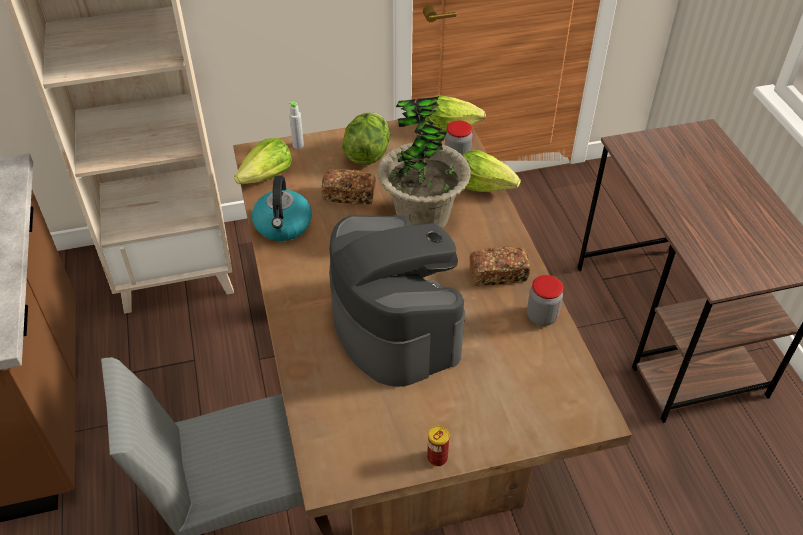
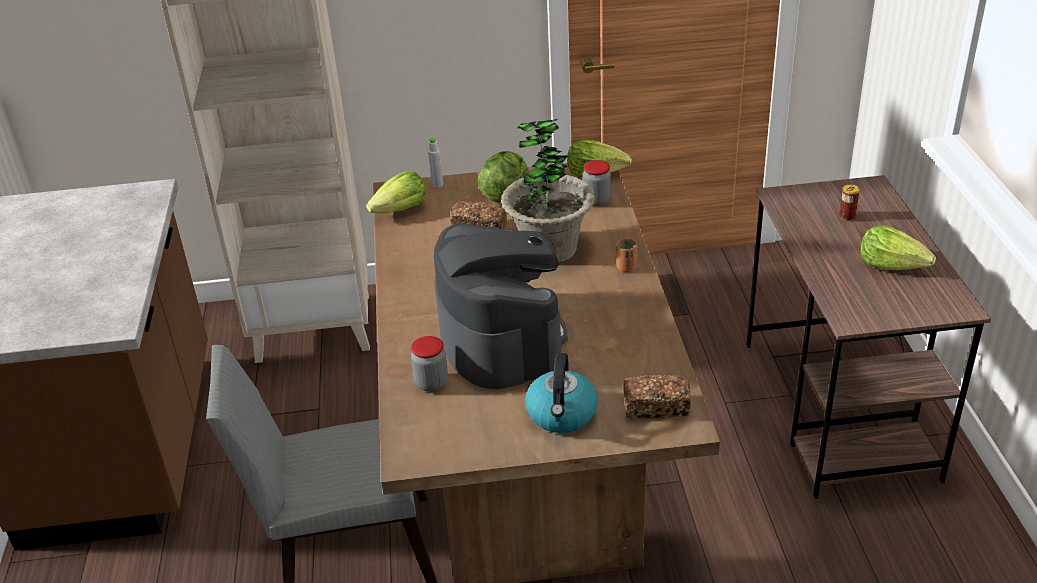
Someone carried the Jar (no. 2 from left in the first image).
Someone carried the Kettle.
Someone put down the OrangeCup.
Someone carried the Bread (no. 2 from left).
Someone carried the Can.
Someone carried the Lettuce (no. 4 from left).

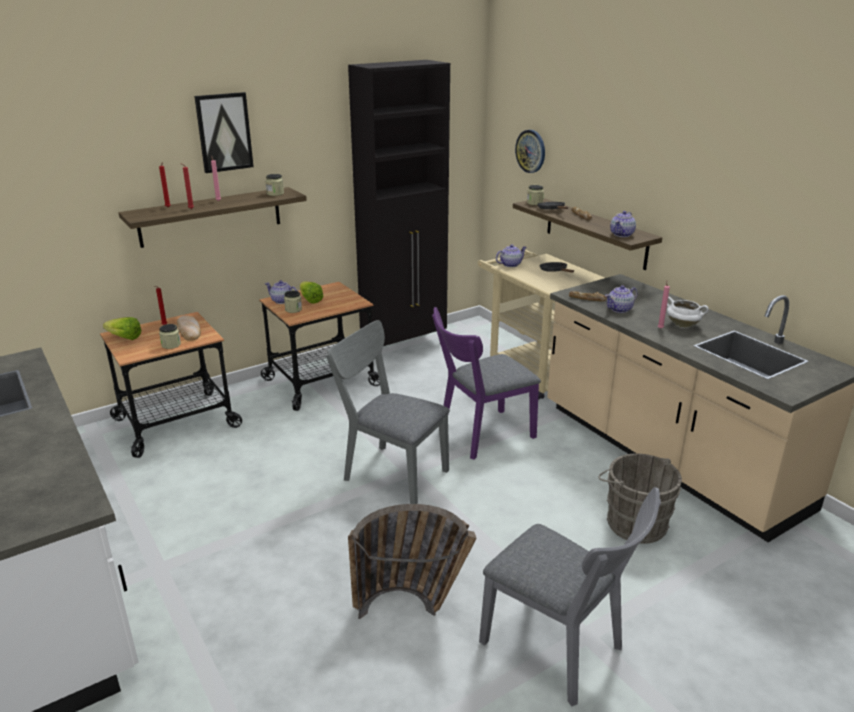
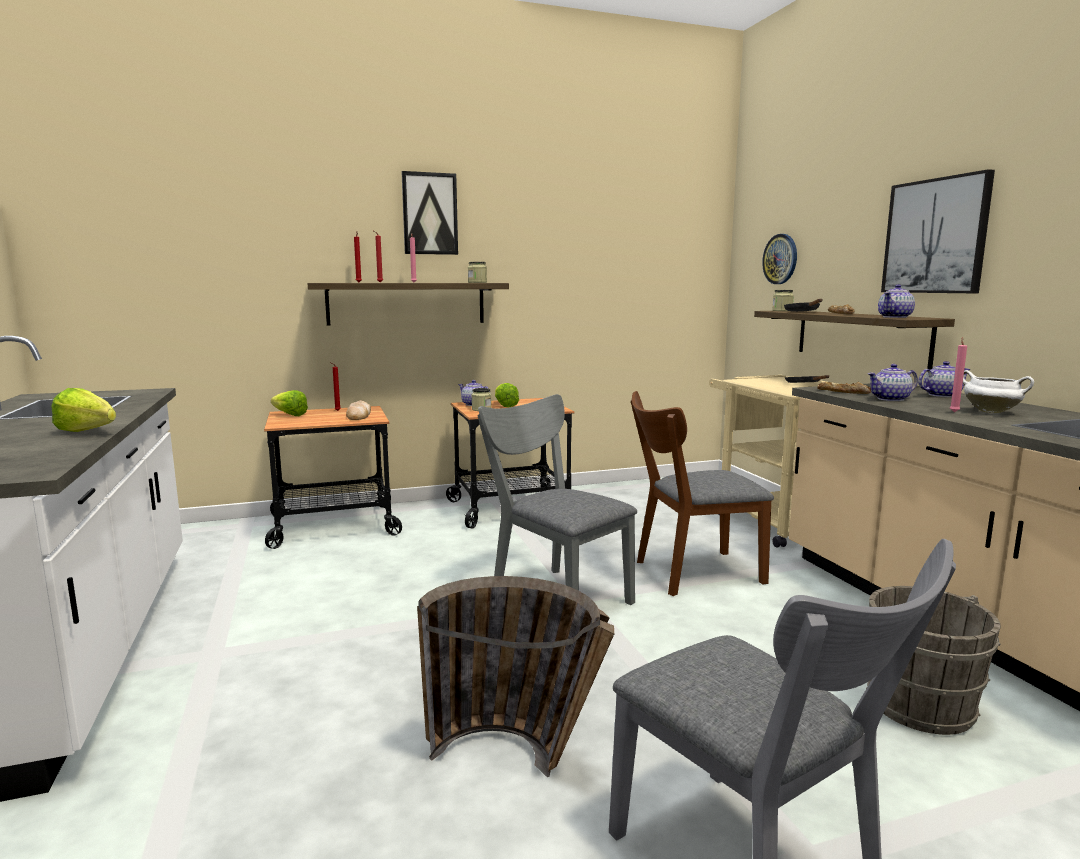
Someone put down the Lettuce (no. 1 from left).
Someone repainted the PurpleChair, which became the BrownChair.
Someone put up the Picture (no. 2 from left).
Someone carried the Teapot (no. 2 from left in the first image).
Someone took away the Jar (no. 1 from left).
Someone took away the BlackCabinet.

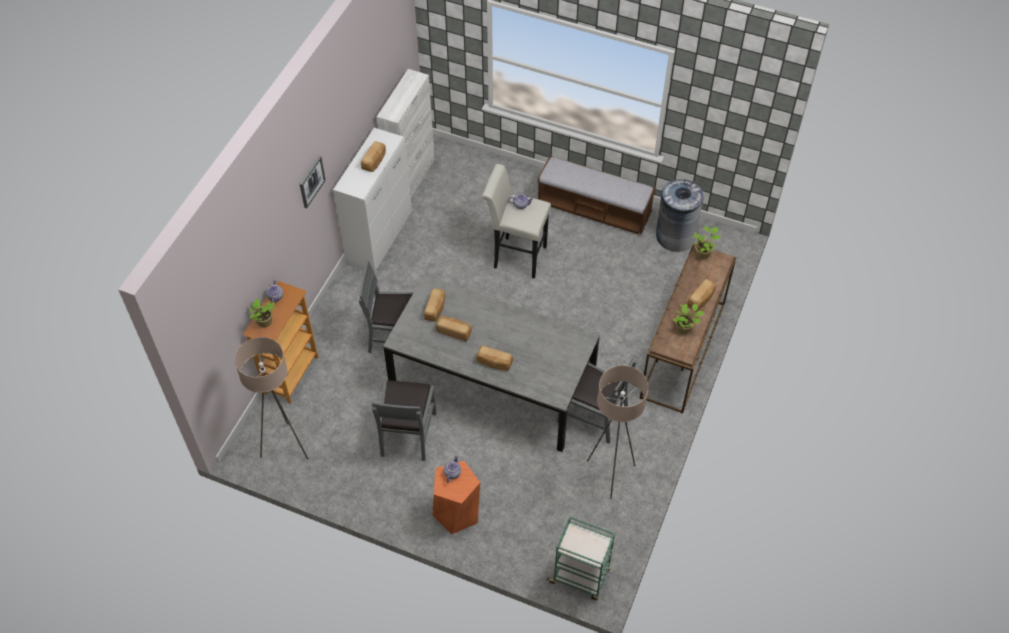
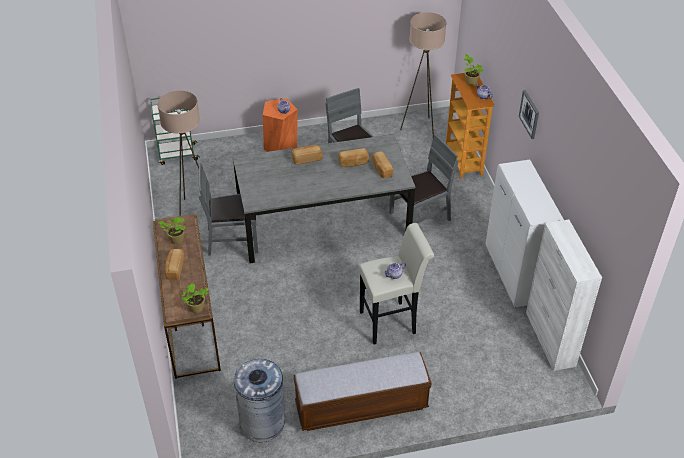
Someone took away the Bread (no. 1 from left).

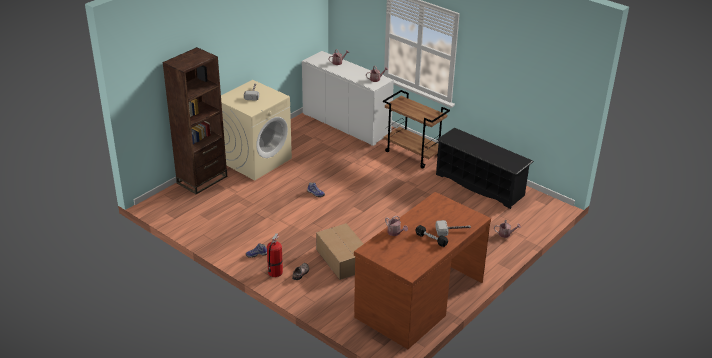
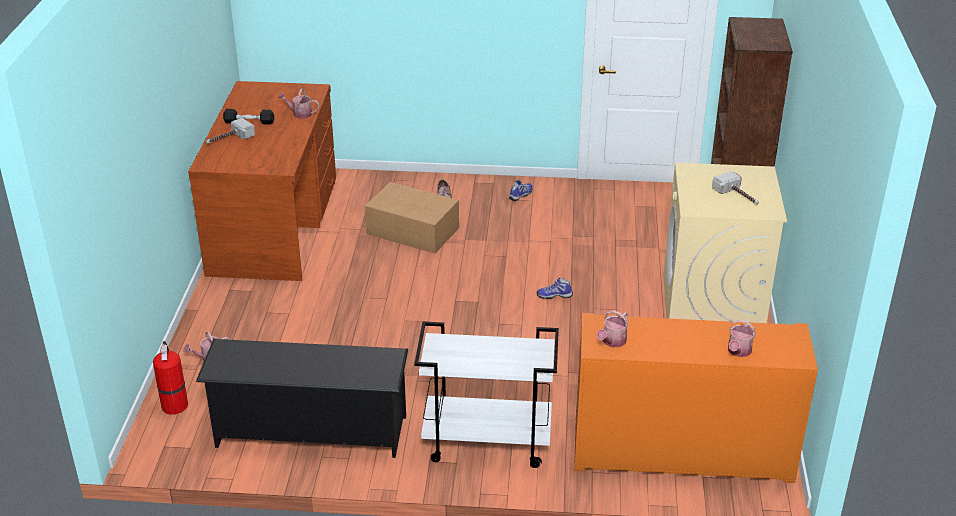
Someone carried the FireExtinguisher.
Someone repainted the BrownCart, which became the WhiteCart.
Someone repainted the WhiteCabinet, which became the OrangeCabinet.

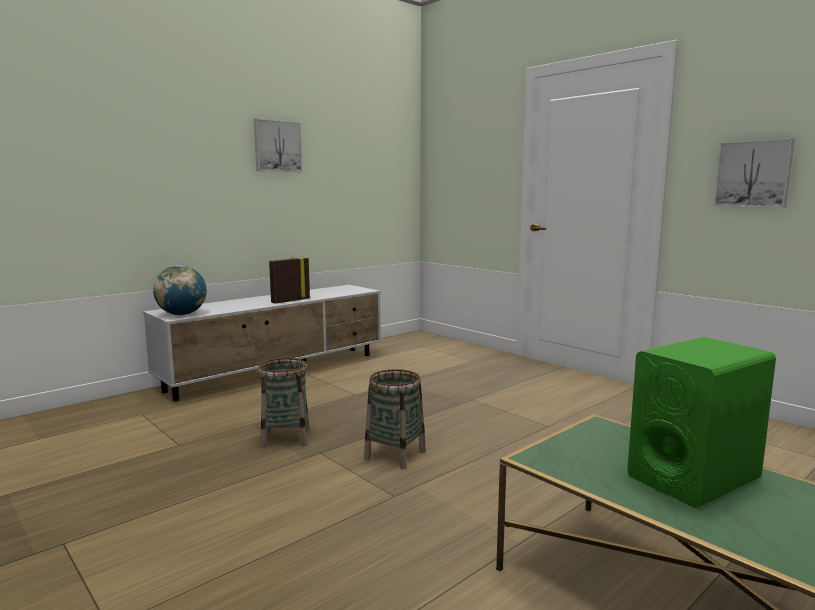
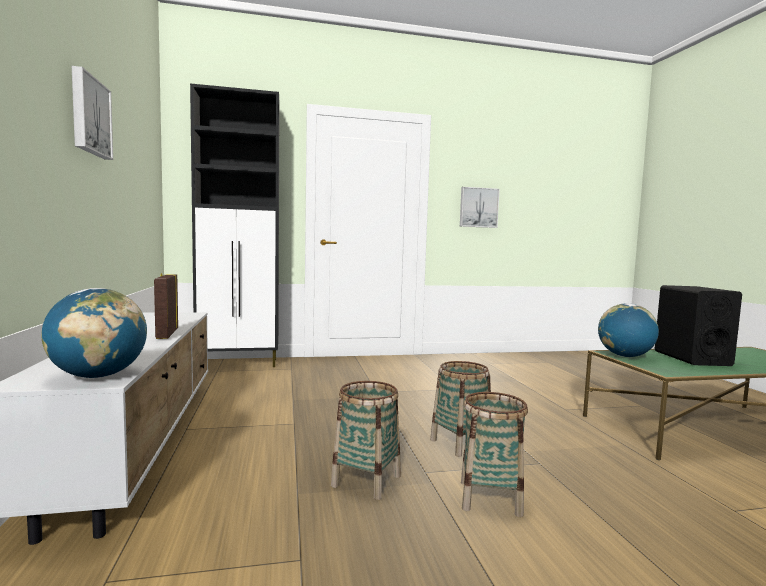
Someone put down the BlackCabinet.
Someone put down the Basket (no. 3 from left).
Someone put down the Globe (no. 2 from left).
Someone repainted the GreenSpeaker, which became the BlackSpeaker.

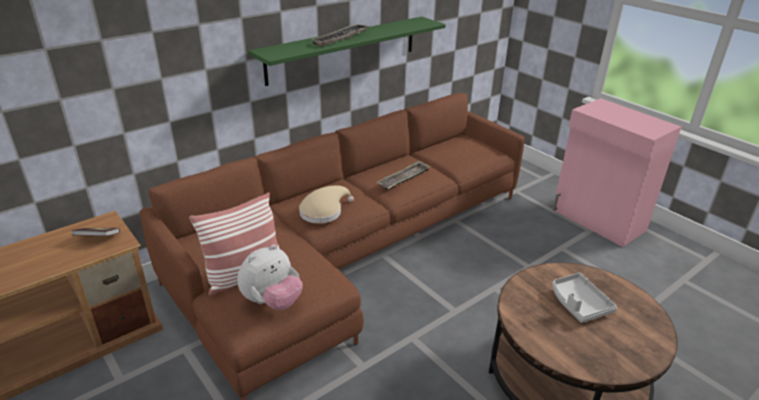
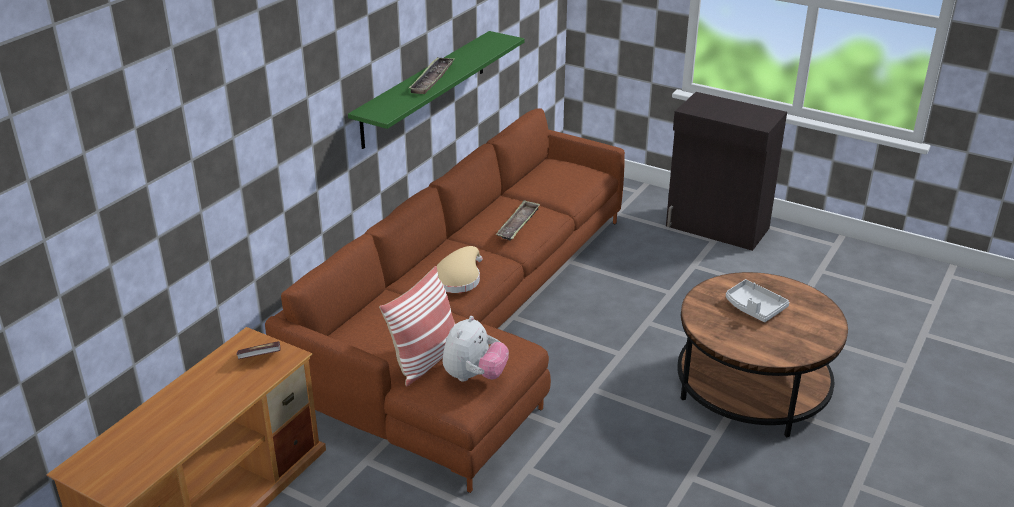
Someone repainted the PinkCabinet, which became the BlackCabinet.

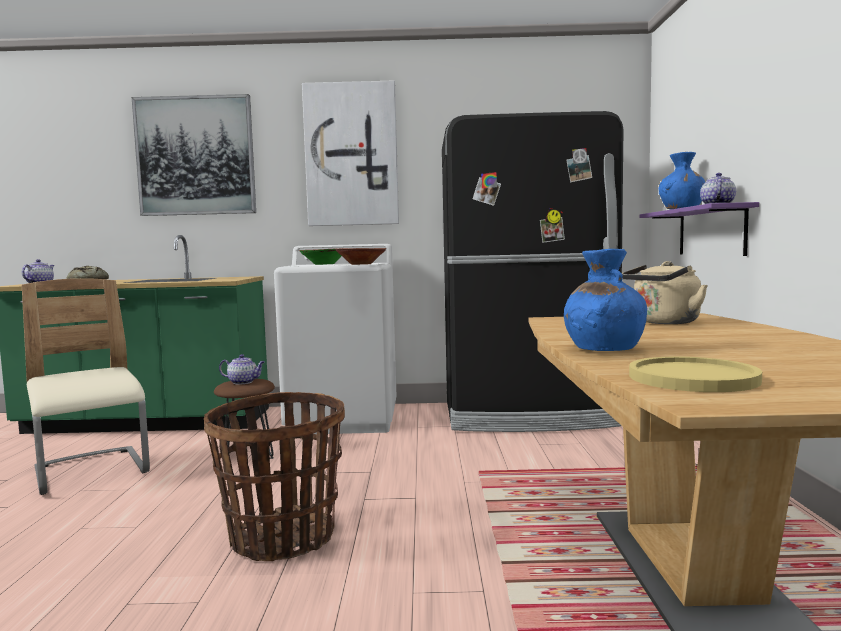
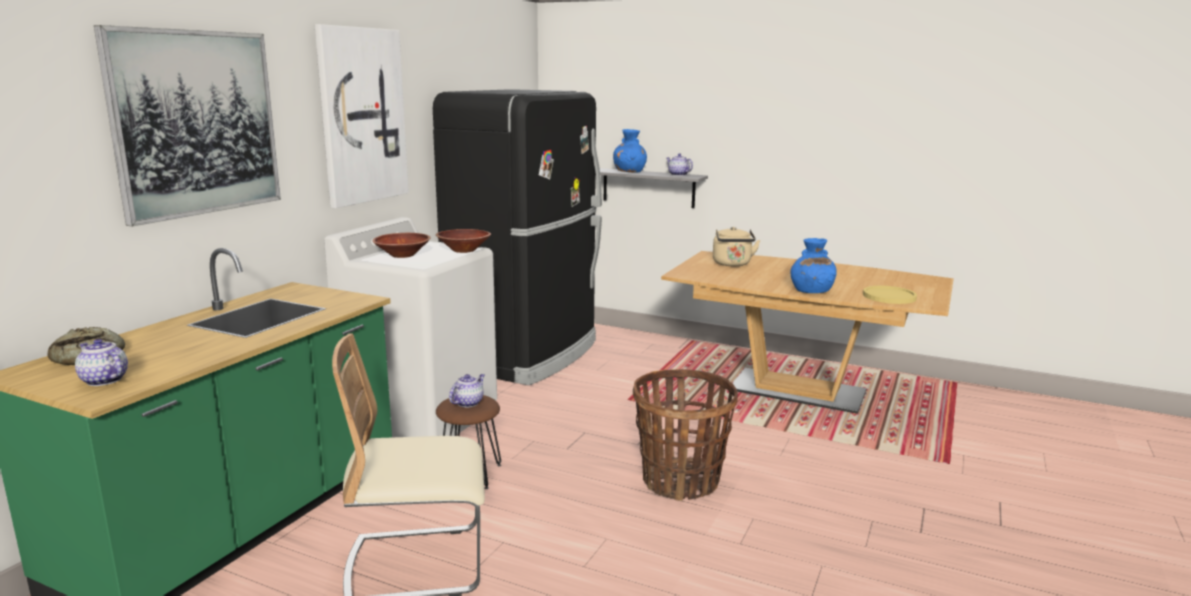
Someone repainted the GreenBowl, which became the BrownBowl (no. 1 from left).
Someone repainted the PurpleShelf, which became the GreyShelf.

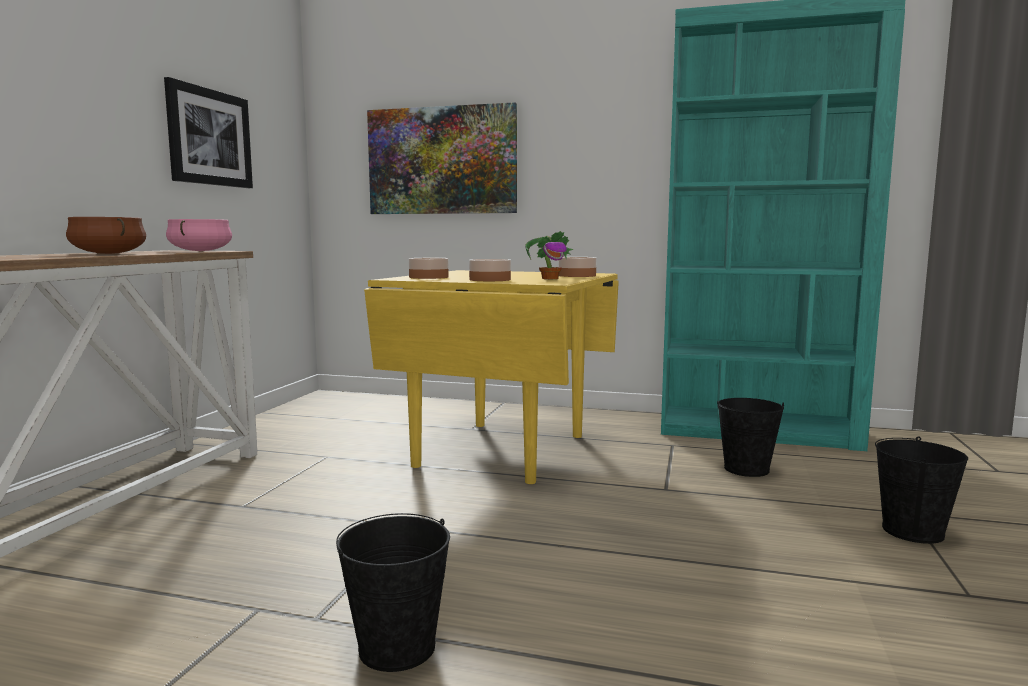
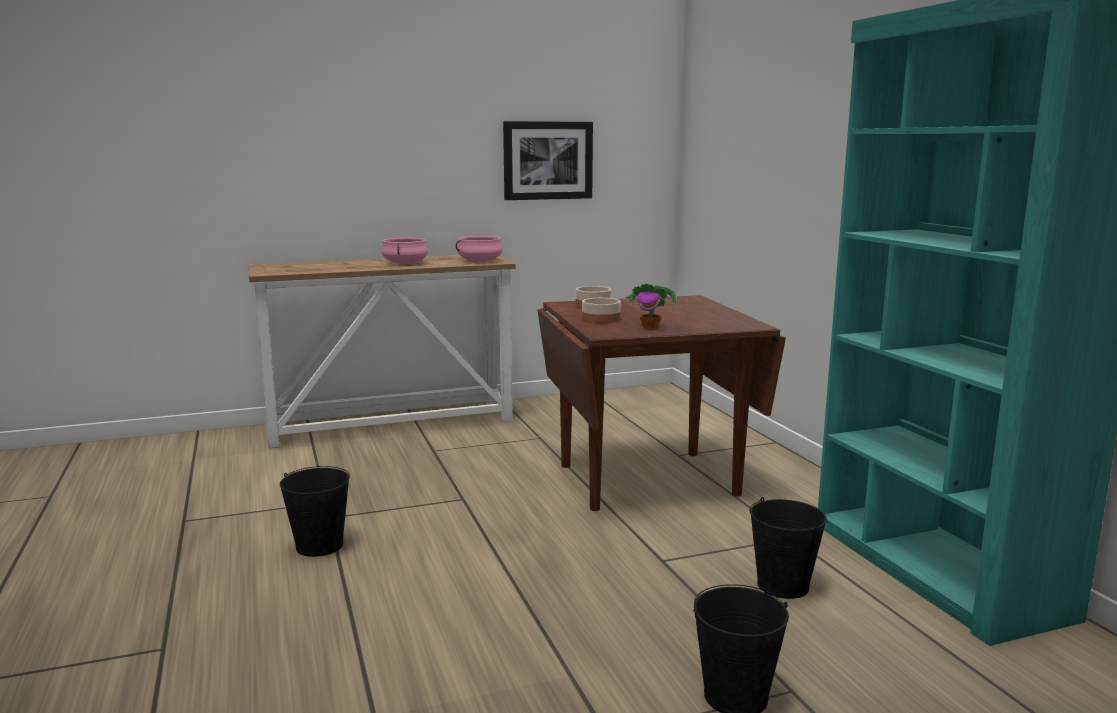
Someone repainted the BrownCookingPot, which became the PinkCookingPot (no. 1 from left).
Someone repainted the YellowDiningTable, which became the BrownDiningTable.
Someone took away the Picture (no. 2 from left).
Someone took away the Bowl (no. 3 from left).

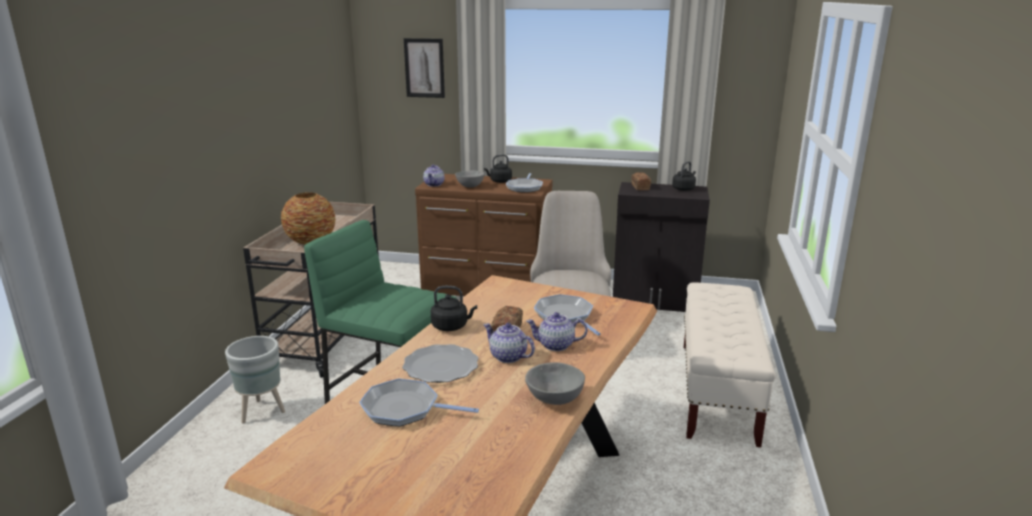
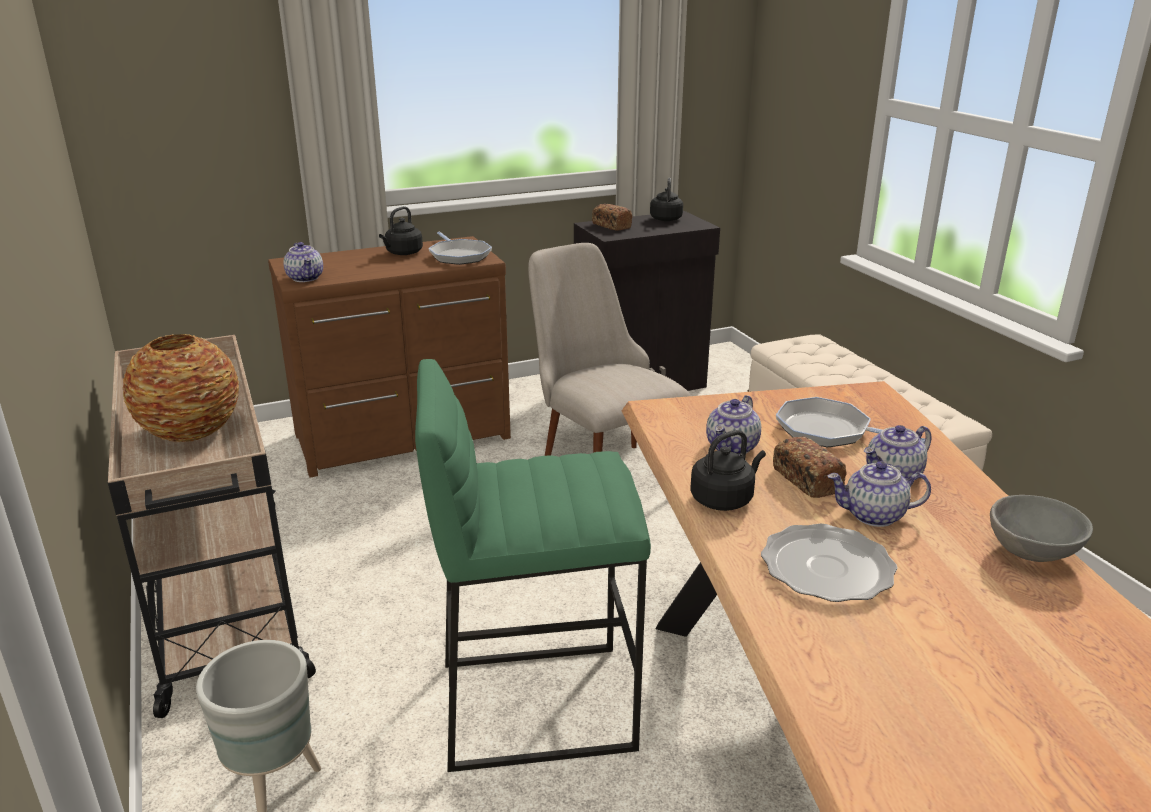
Someone put down the Teapot (no. 2 from left).
Someone took away the FryingPan (no. 1 from left).
Someone took away the Picture.
Someone took away the GreyBowl (no. 1 from left).

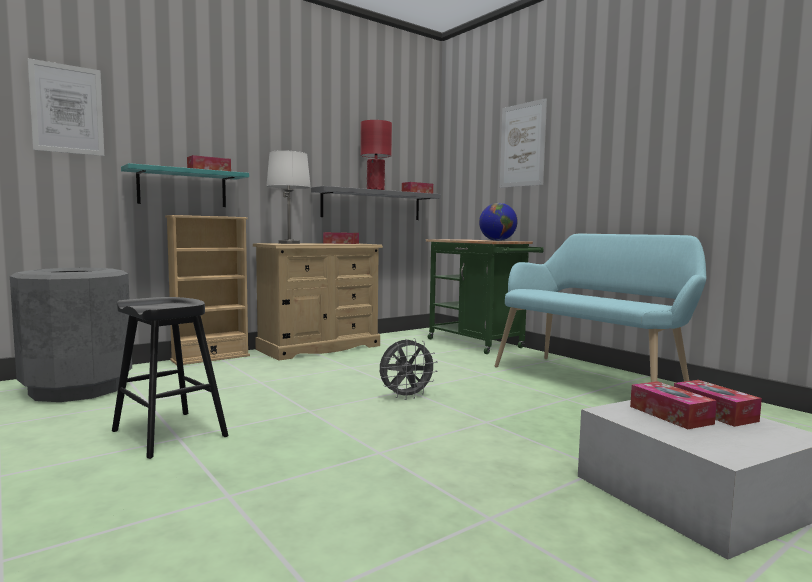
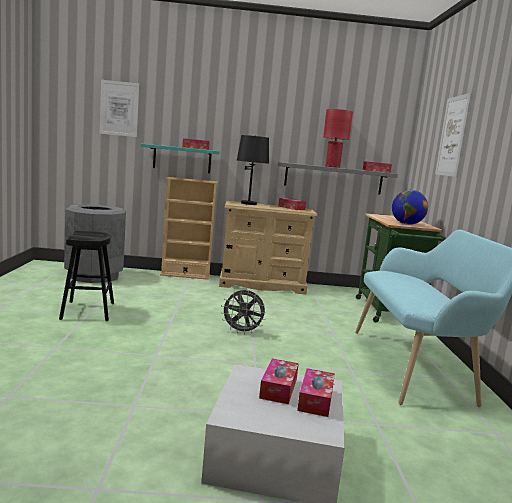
Someone repainted the WhiteTableLamp, which became the BlackTableLamp.

